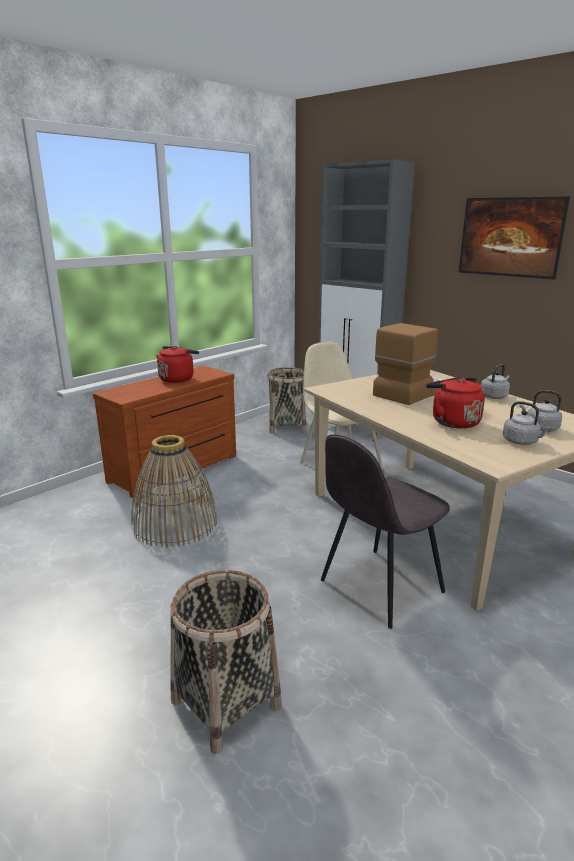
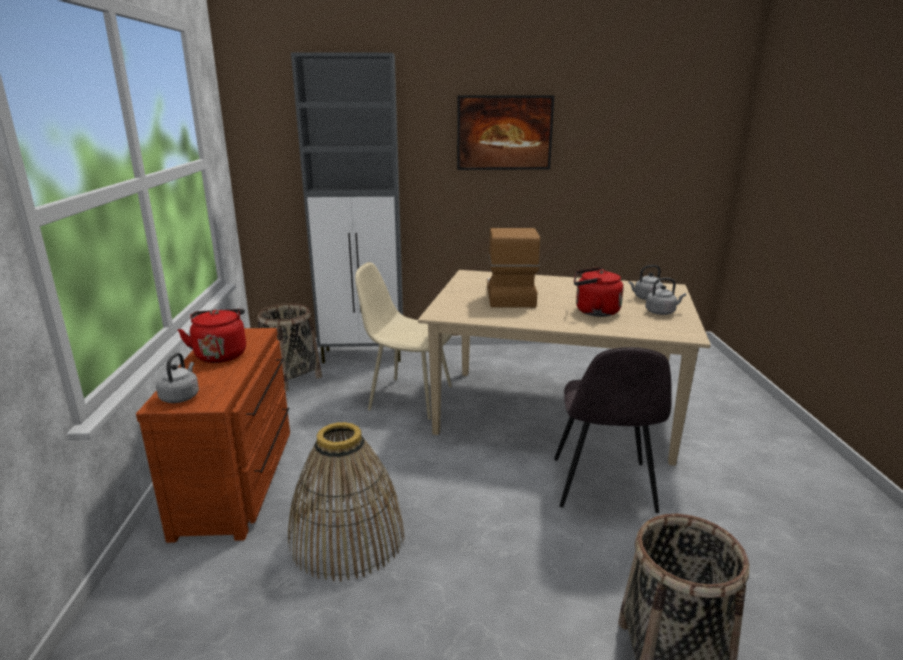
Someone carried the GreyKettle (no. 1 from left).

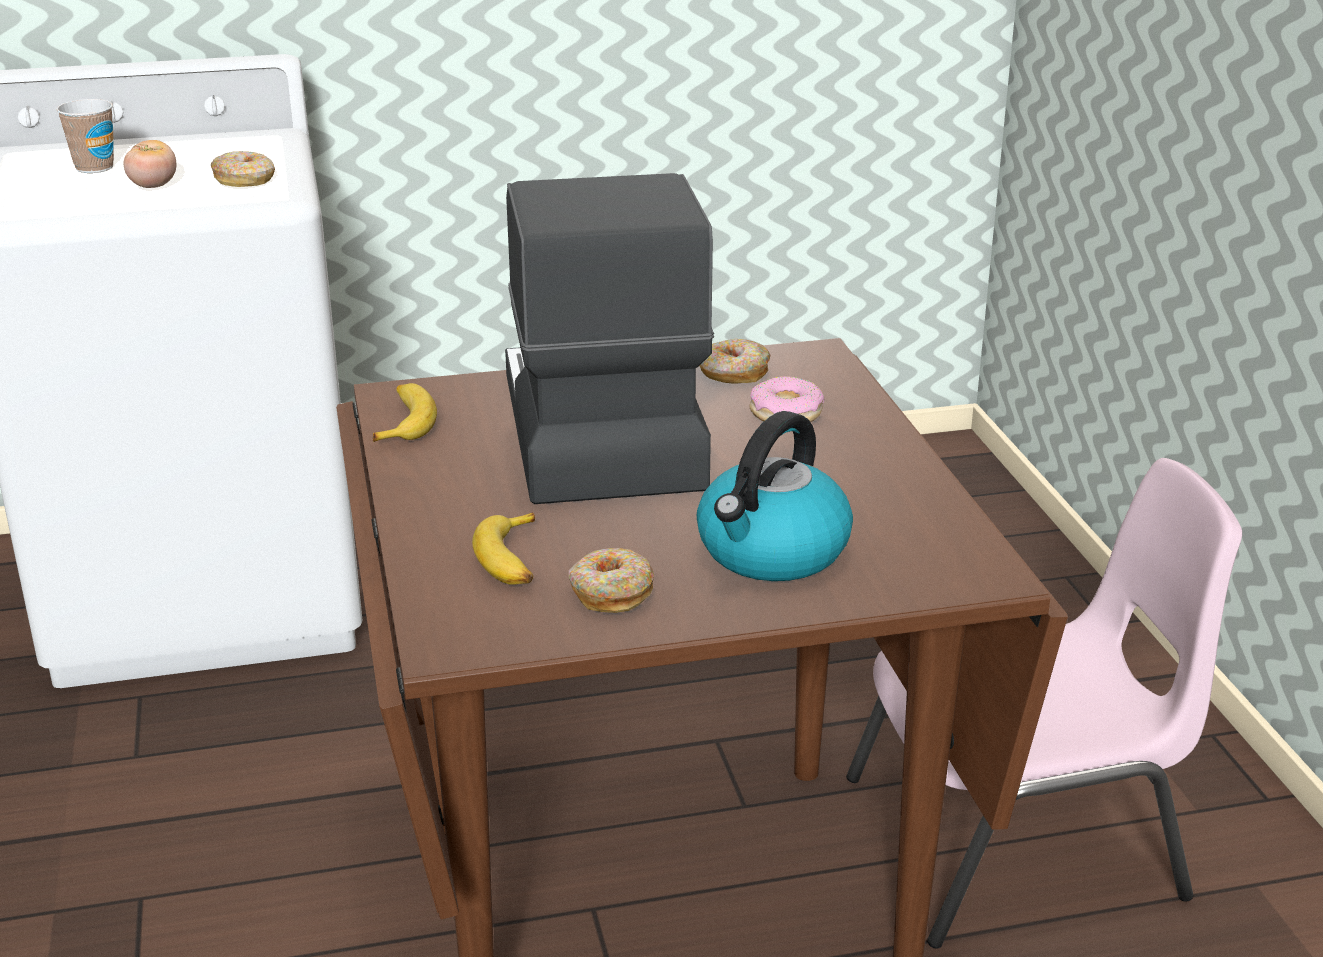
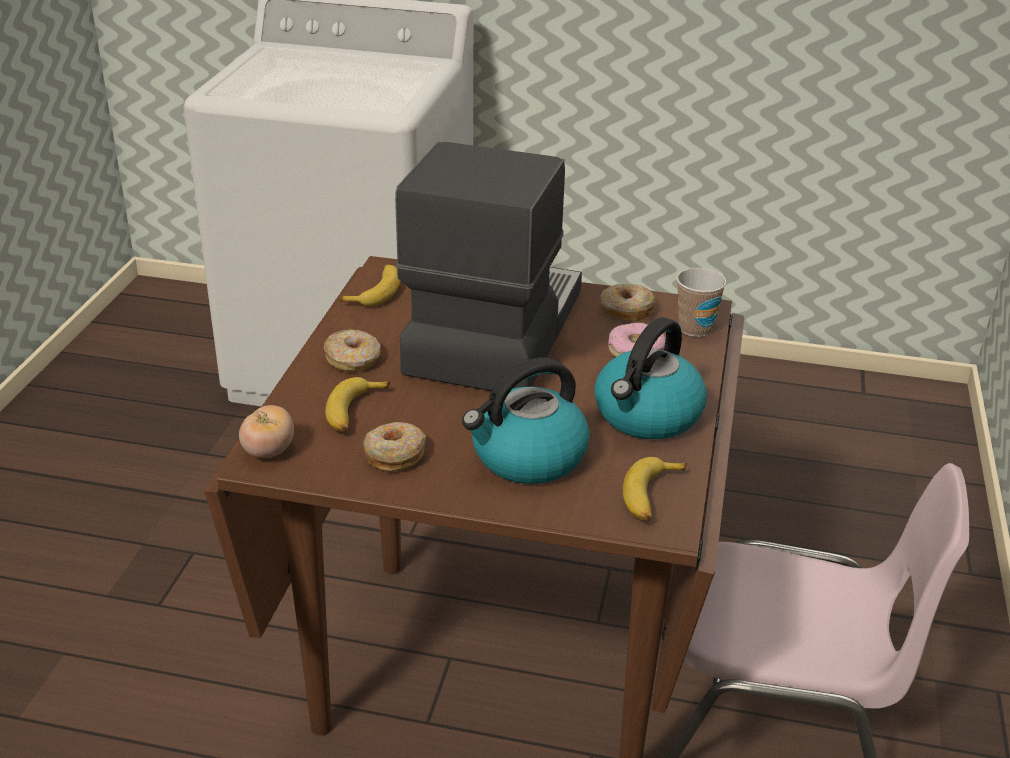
Someone carried the Tomato.
Someone carried the Donut (no. 1 from left).
Someone put down the Kettle (no. 2 from left).
Someone put down the Banana (no. 3 from left).
Someone carried the Cup.

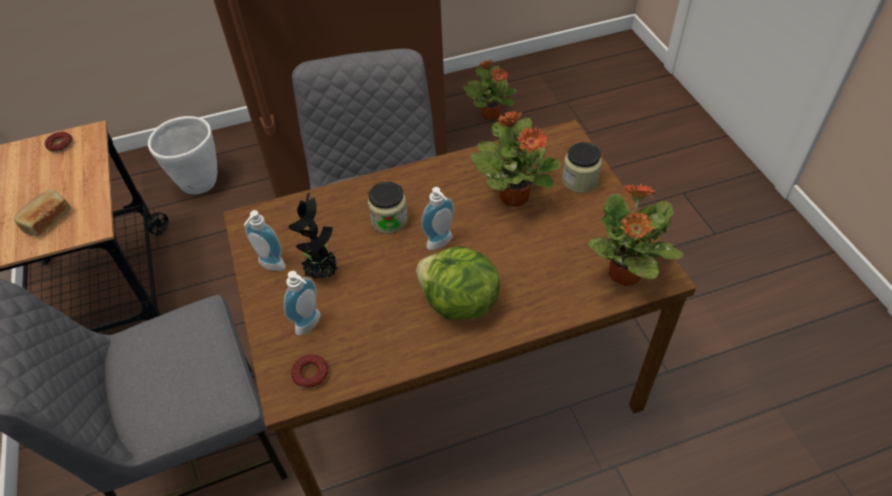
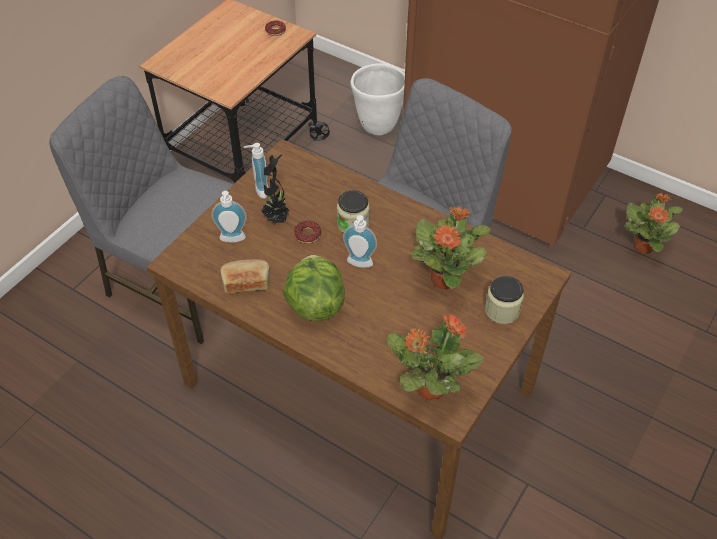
Someone carried the Bread.
Someone carried the Donut (no. 2 from left).

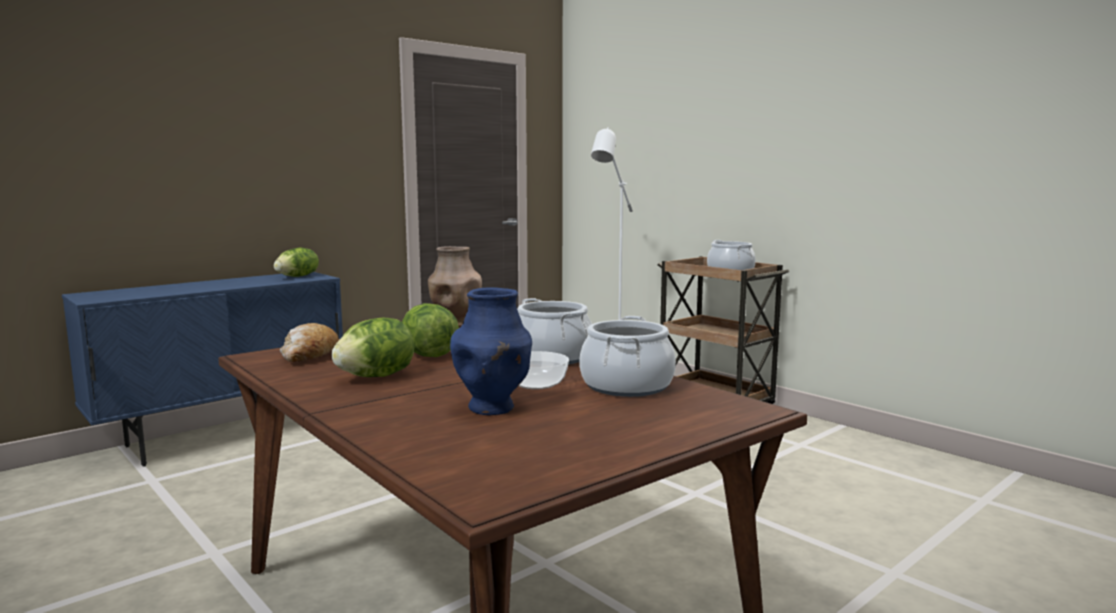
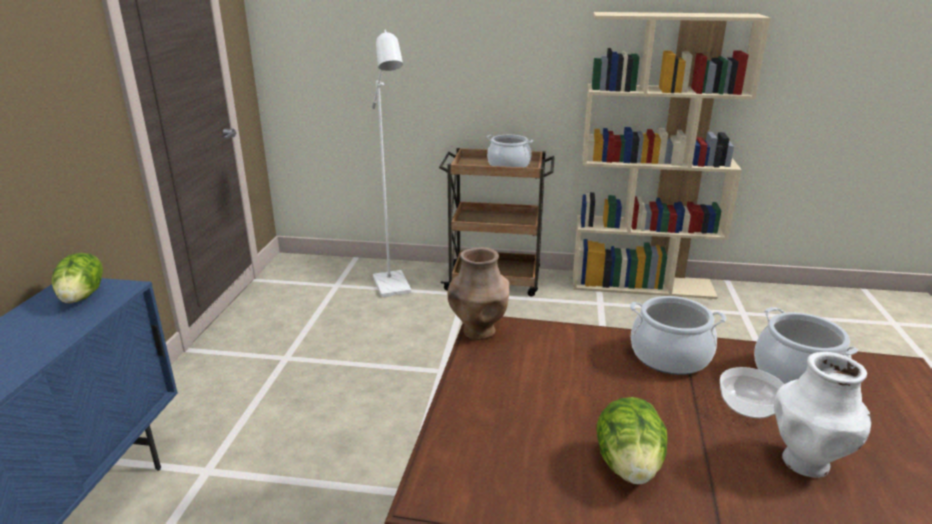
Someone put down the BeigeBookcase.
Someone repainted the BlueVase, which became the WhiteVase.
Someone took away the Bread.
Someone took away the Lettuce (no. 3 from left).

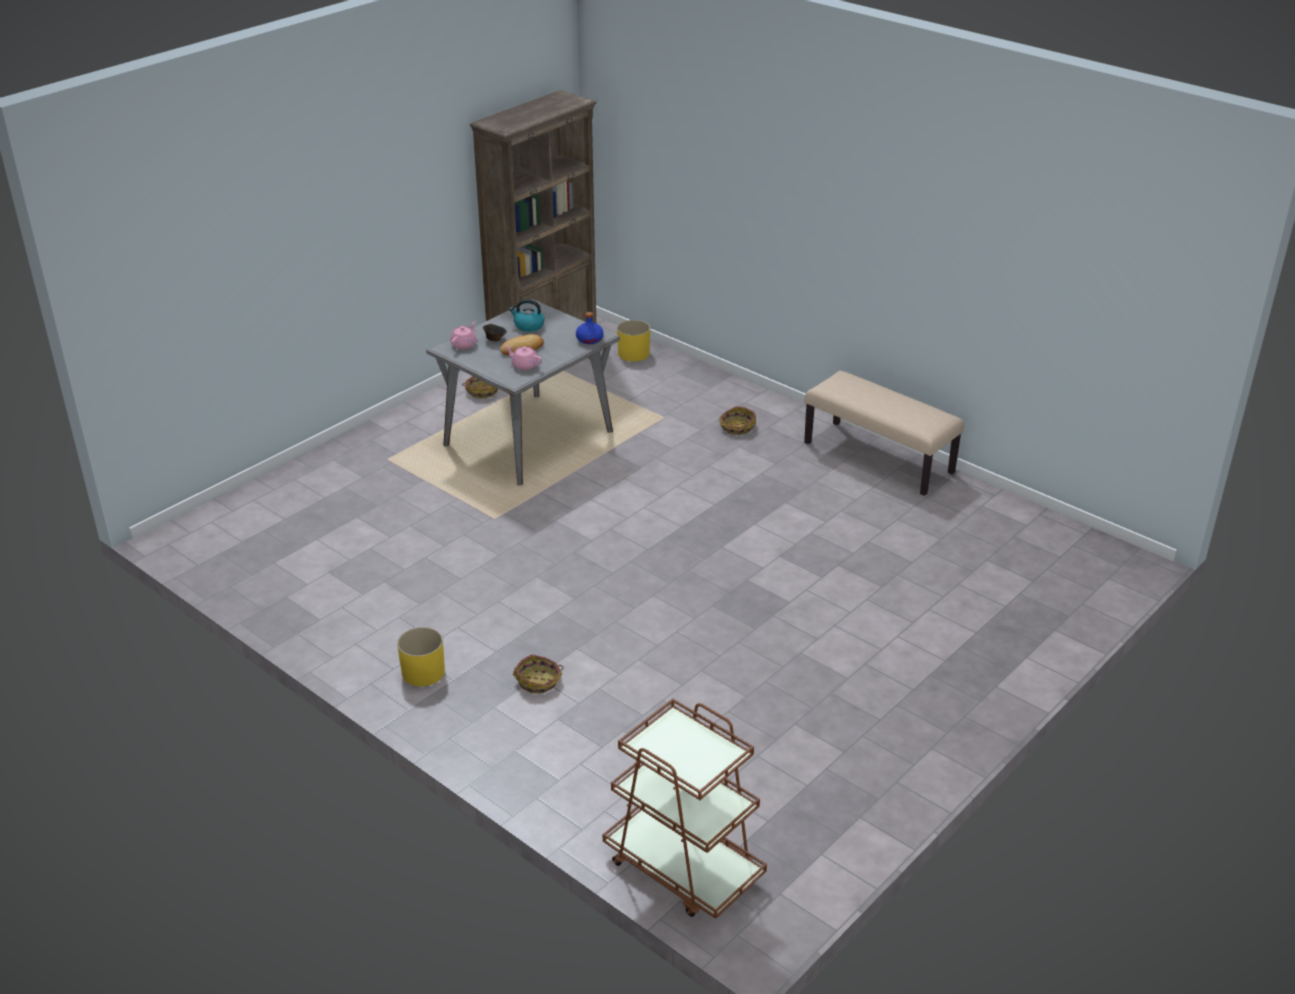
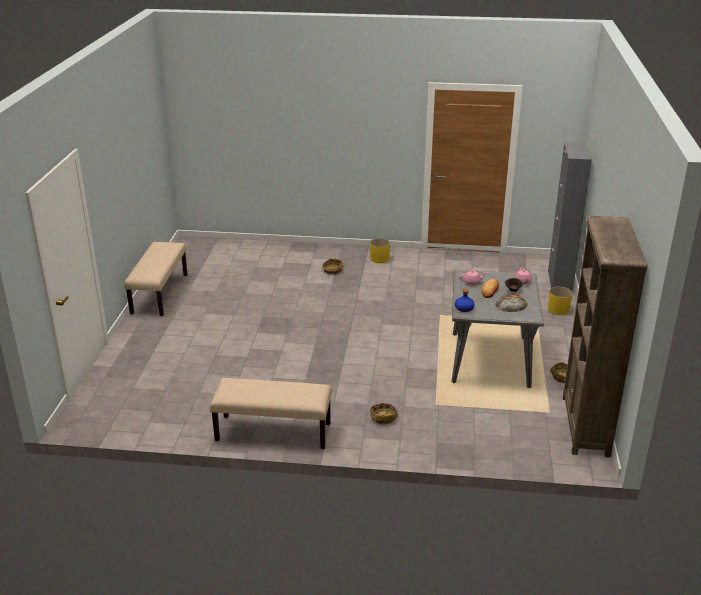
Someone put down the BeigeBench (no. 1 from left).
Someone swapped the Kettle for the Bread (no. 2 from left).
Someone put down the GreyCabinet.
Someone carried the YellowPlanter (no. 2 from left).
Someone took away the BrownCart.

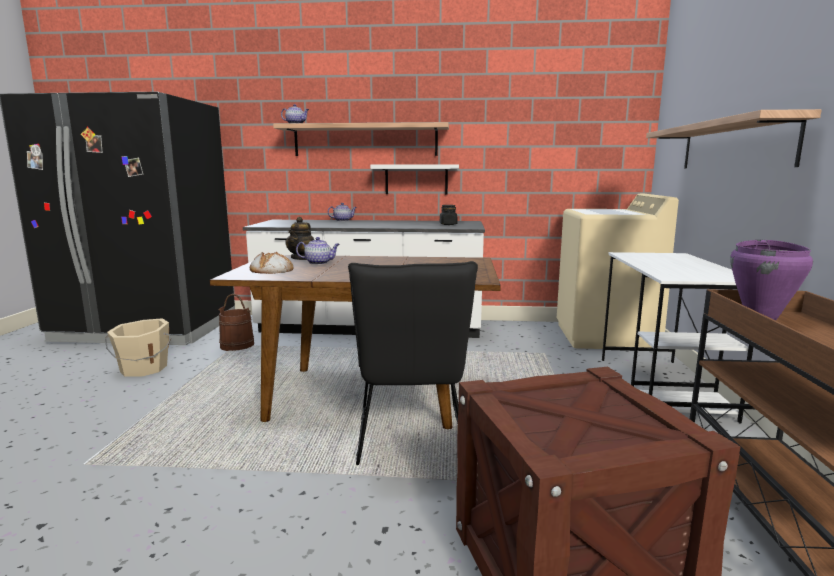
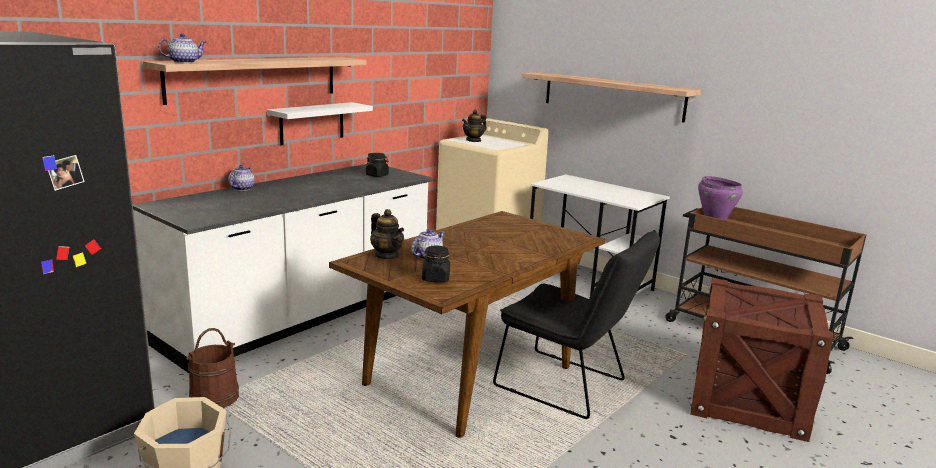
Someone swapped the Bread for the BlackJar (no. 2 from left).
Someone put down the Teapot (no. 5 from left).

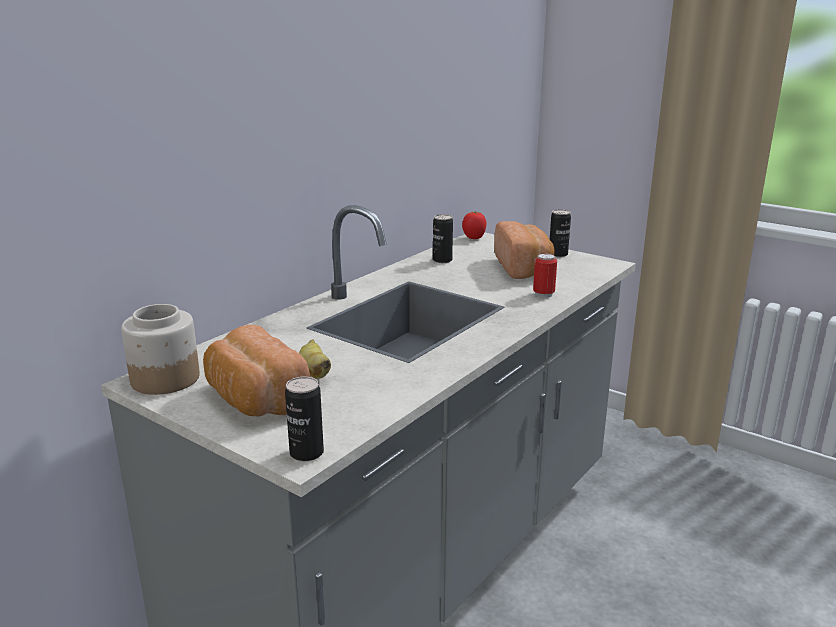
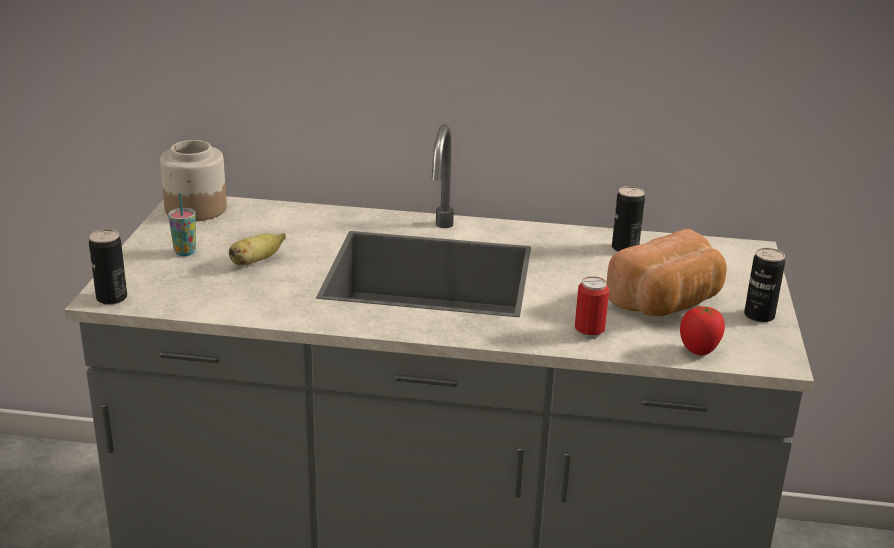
Someone swapped the Bread (no. 1 from left) for the Cup.
Someone carried the Tomato.

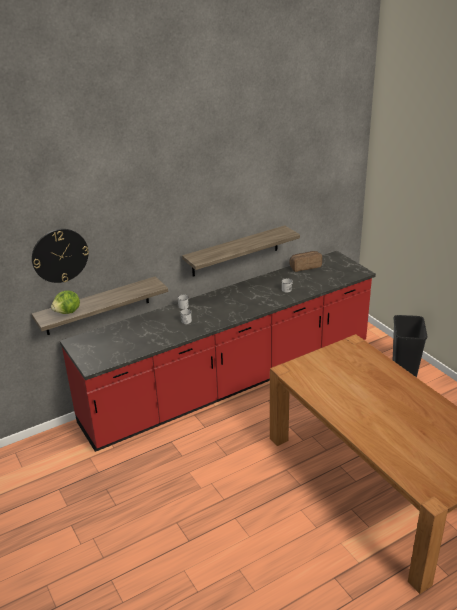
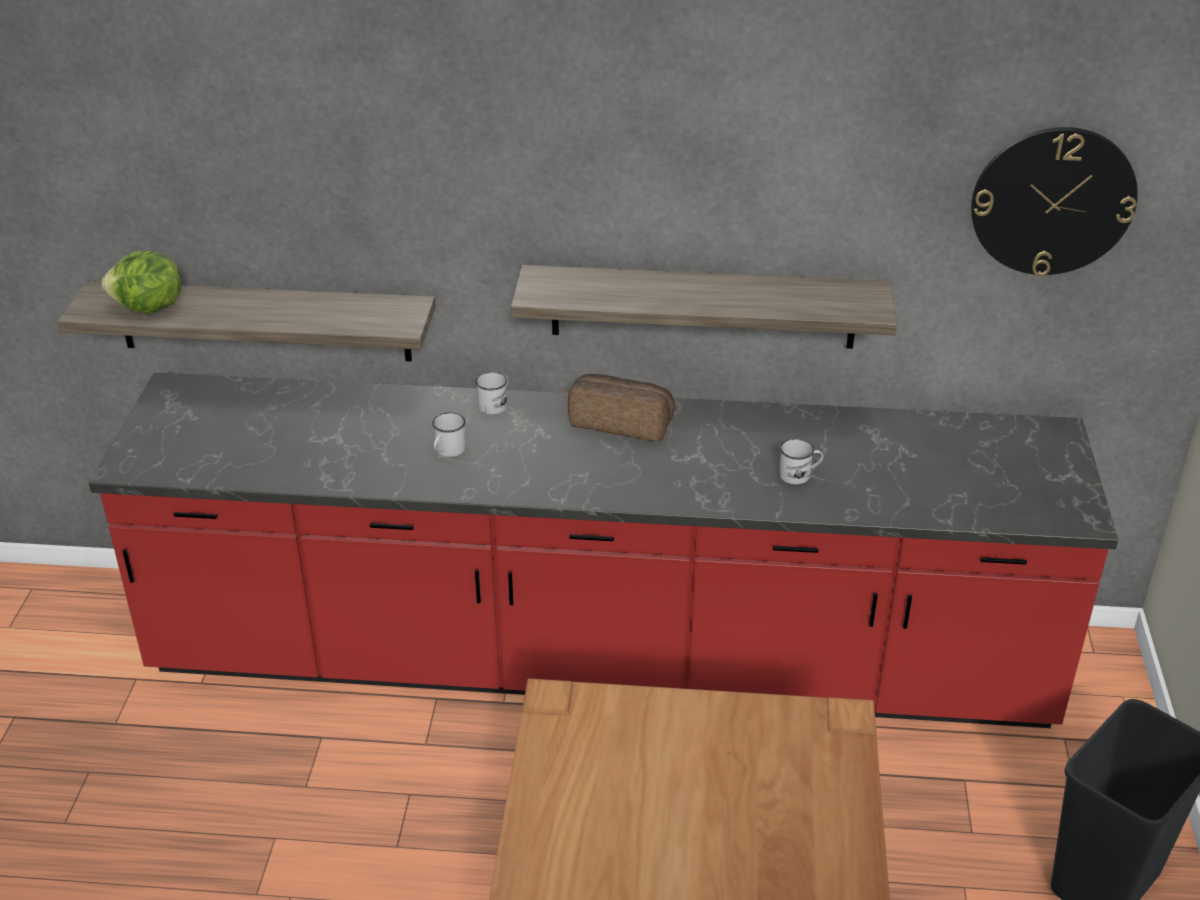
Someone carried the Bread.
Someone carried the WallClock.

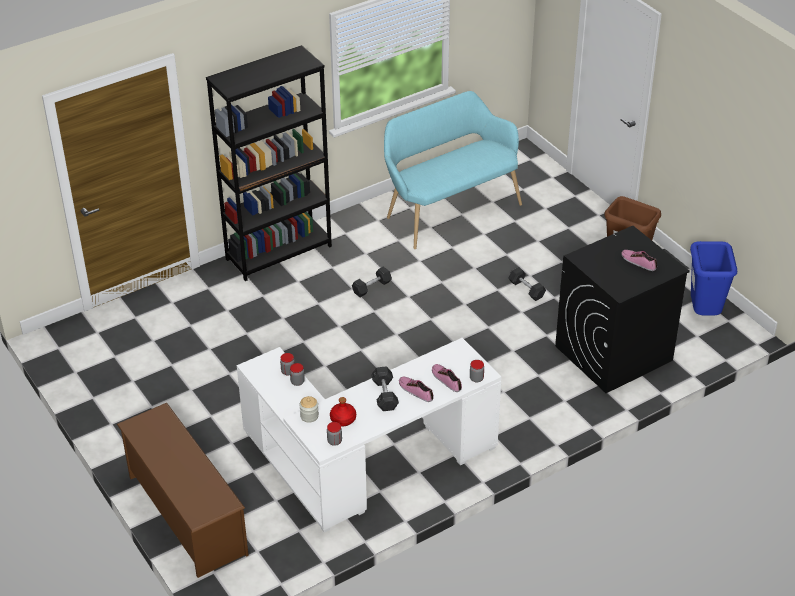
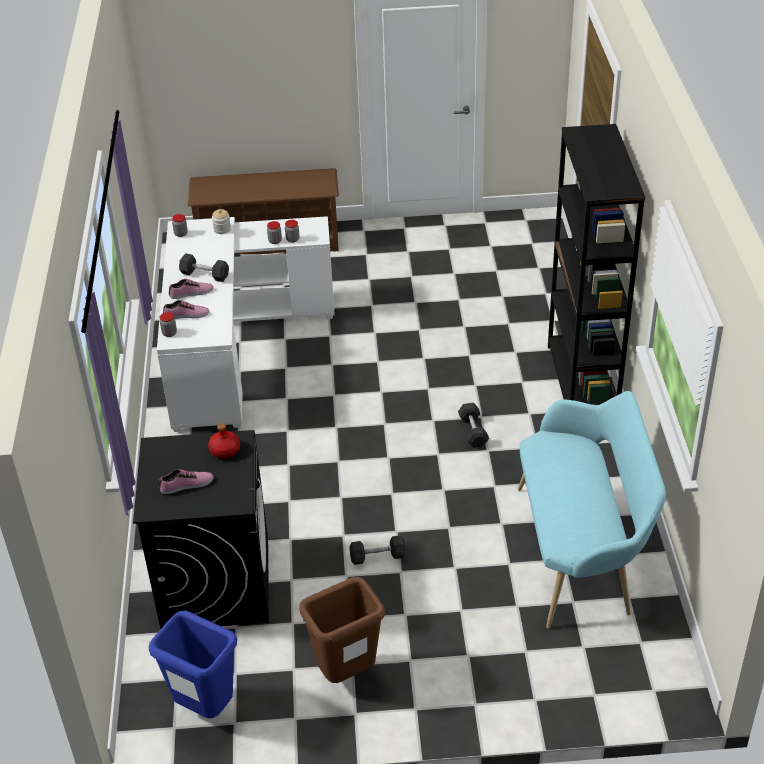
Someone carried the RedBottle.

